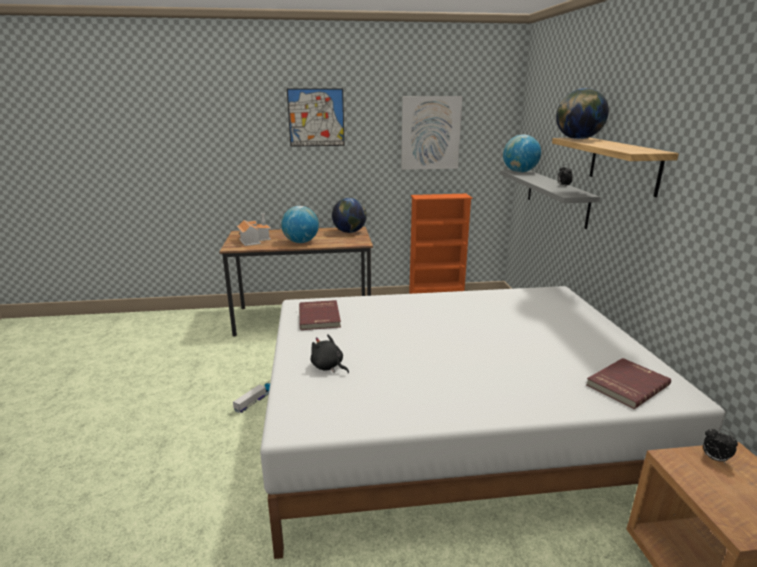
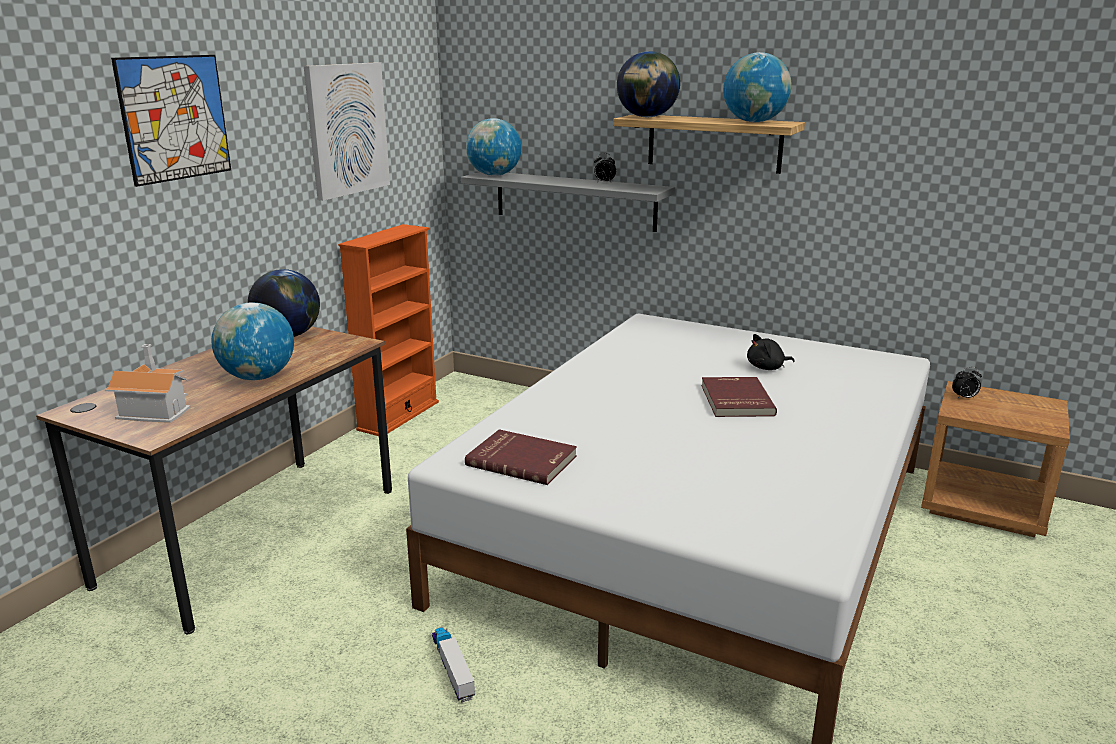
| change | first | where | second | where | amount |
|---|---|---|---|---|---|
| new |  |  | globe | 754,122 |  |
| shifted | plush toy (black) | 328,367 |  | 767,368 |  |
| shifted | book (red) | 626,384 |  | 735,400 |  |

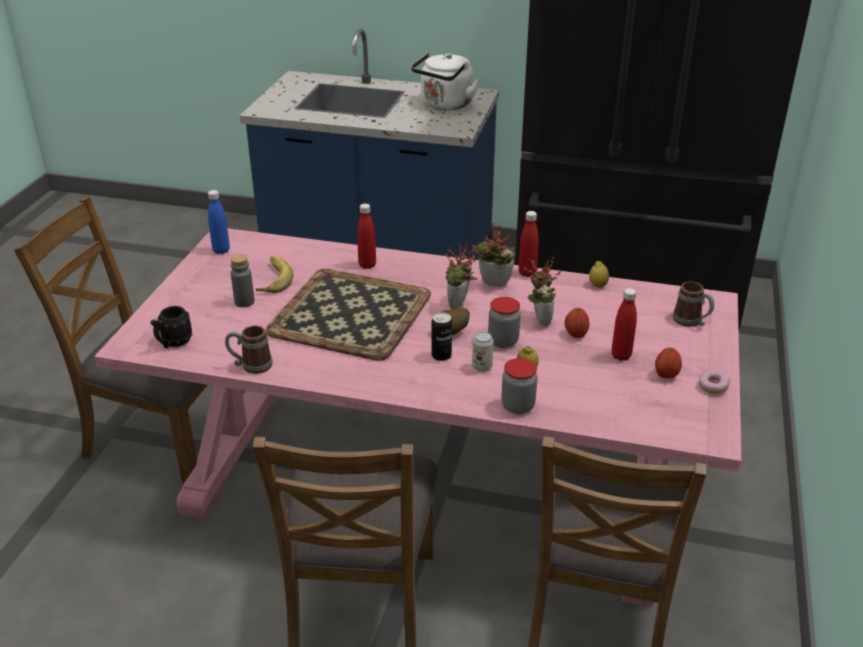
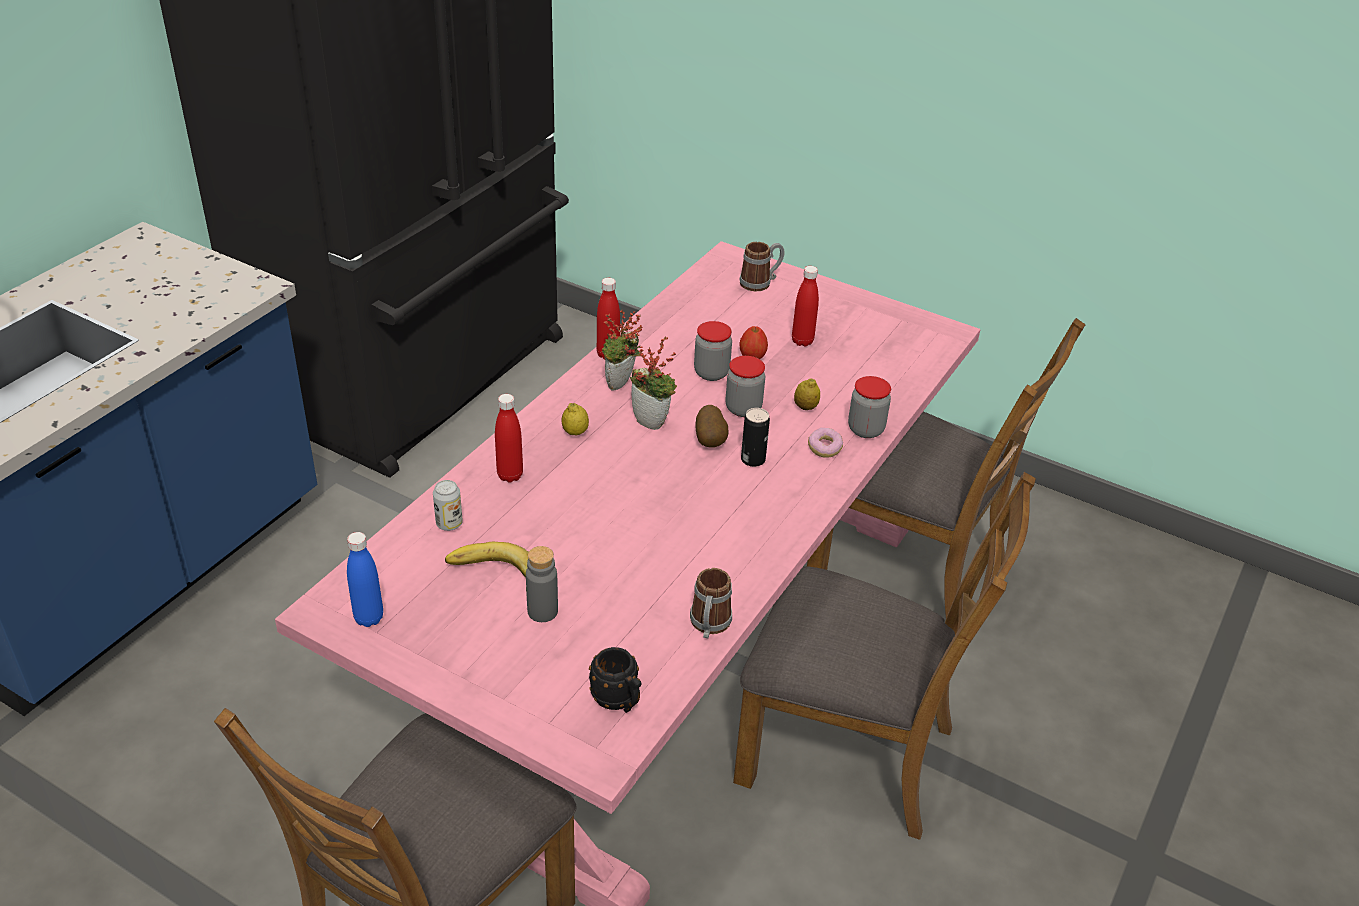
| change | first | where | second | where | amount |
|---|---|---|---|---|---|
| gone | tray | 349,314 |  |  |  |
| gone | kettle (white) | 445,105 |  |  |  |
| gone | apple | 666,375 |  |  |  |
| shifted | can | 482,367 |  | 449,524 |  |
| shifted | lemon | 598,285 |  | 575,432 |  |
| shifted | donut | 713,387 |  | 824,449 |  |
| swapped | potted plant | 539,319 | jar | 711,373 |  |

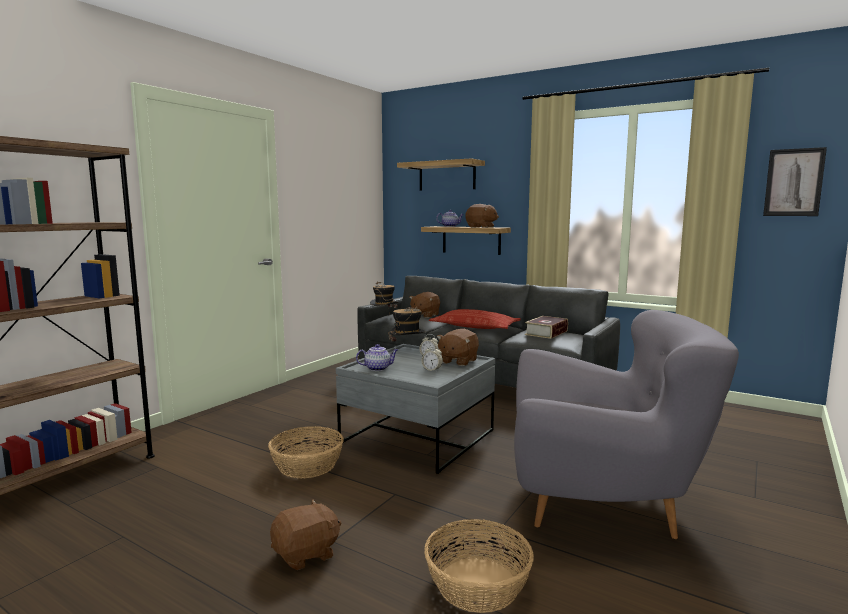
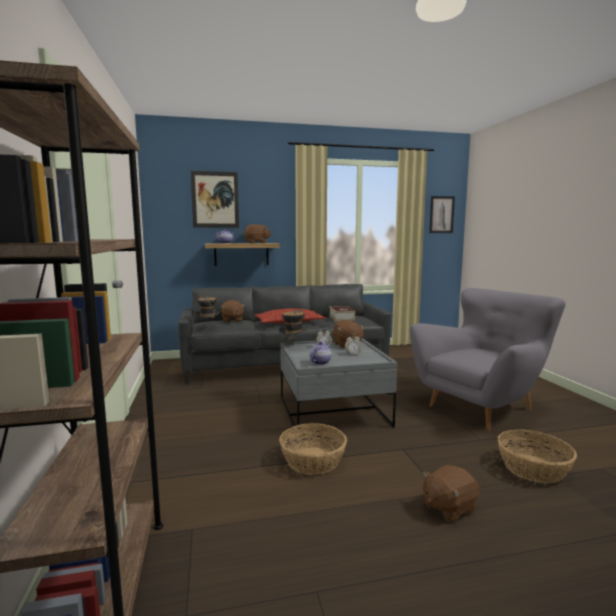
| change | first | where | second | where | amount |
|---|---|---|---|---|---|
| swapped | shelf | 447,176 | picture | 215,199 |  |
| rotated | plush toy (brown) | 306,554 |  | 448,508 | 135 degrees counterclockwise |

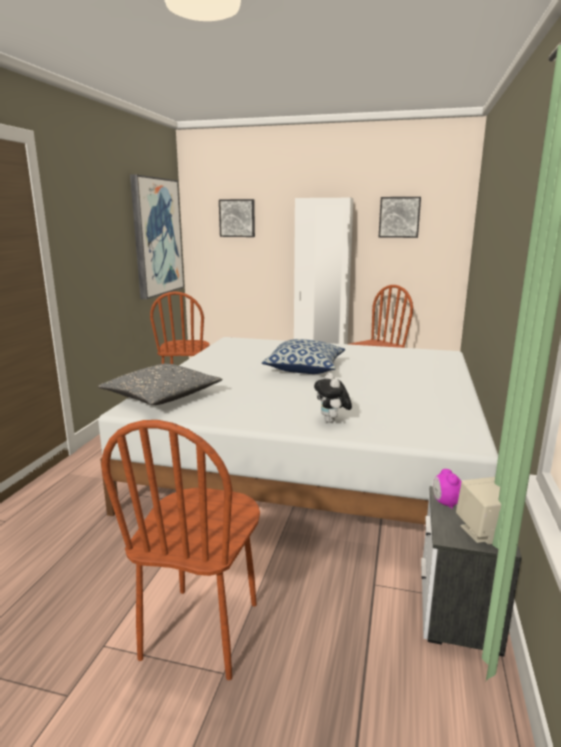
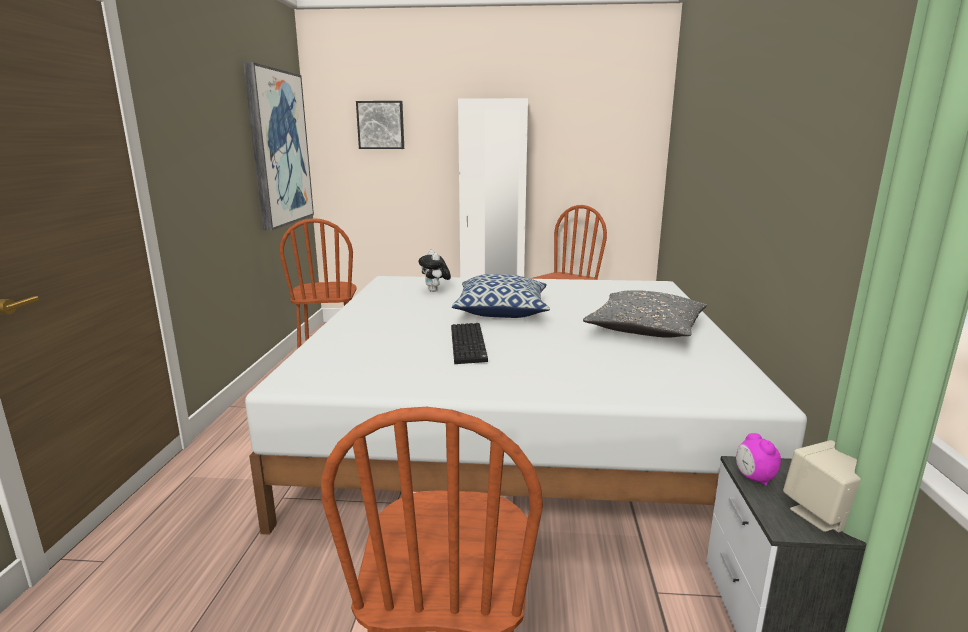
| change | first | where | second | where | amount |
|---|---|---|---|---|---|
| gone | picture | 399,217 |  |  |  |
| new |  |  | keyboard | 469,344 |  |
| shifted | pillow (grey) | 161,397 |  | 645,329 |  |
| shifted | plush toy | 332,421 |  | 435,291 |  |

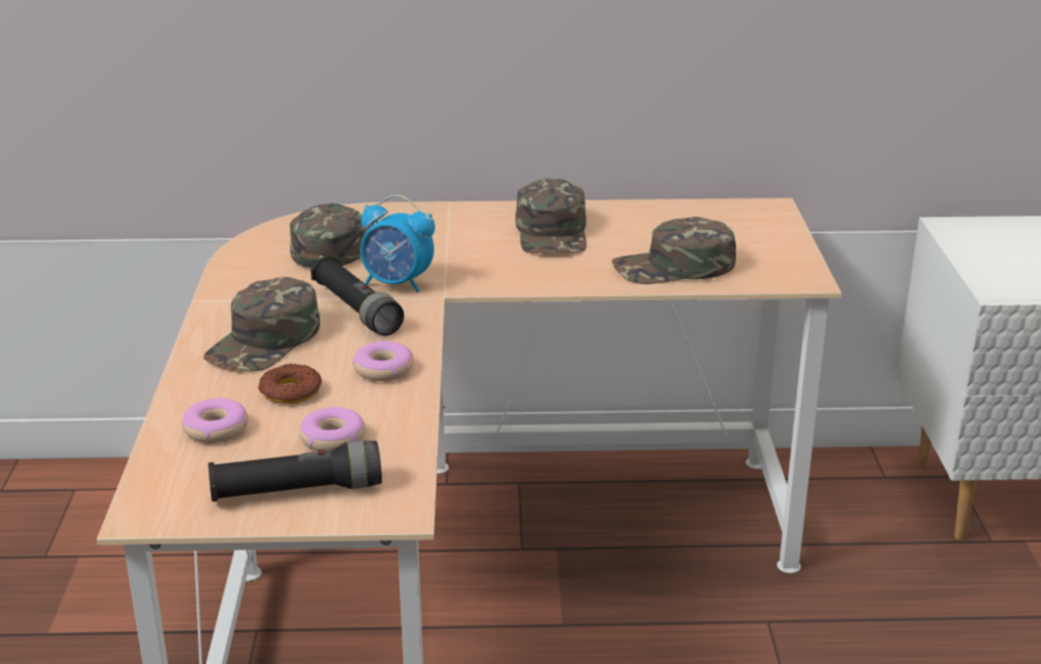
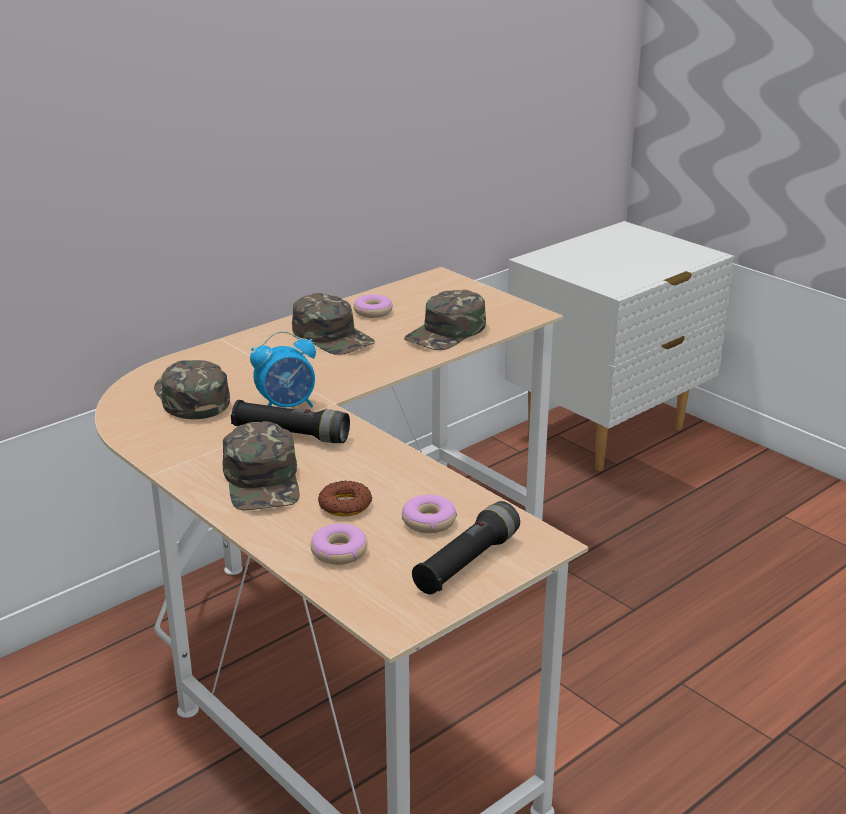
| change | first | where | second | where | amount |
|---|---|---|---|---|---|
| shifted | donut | 384,370 |  | 373,312 |  |

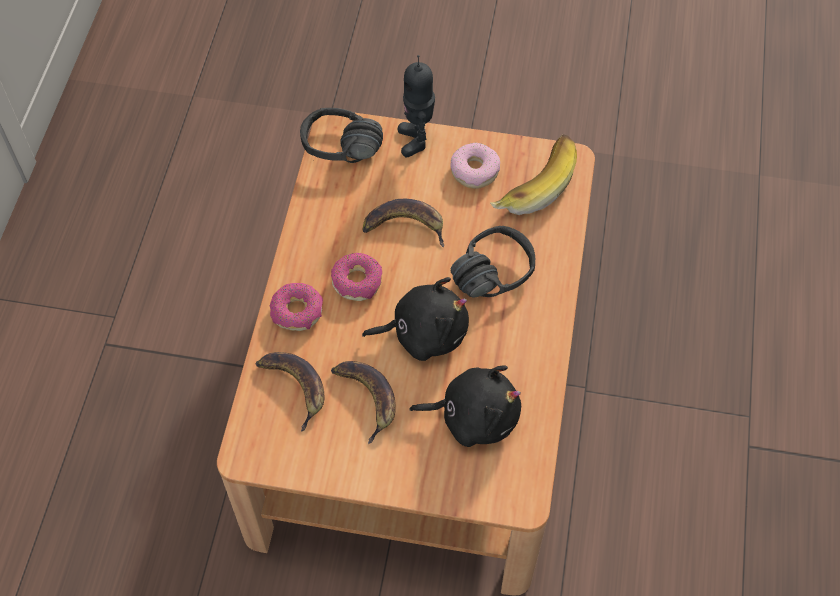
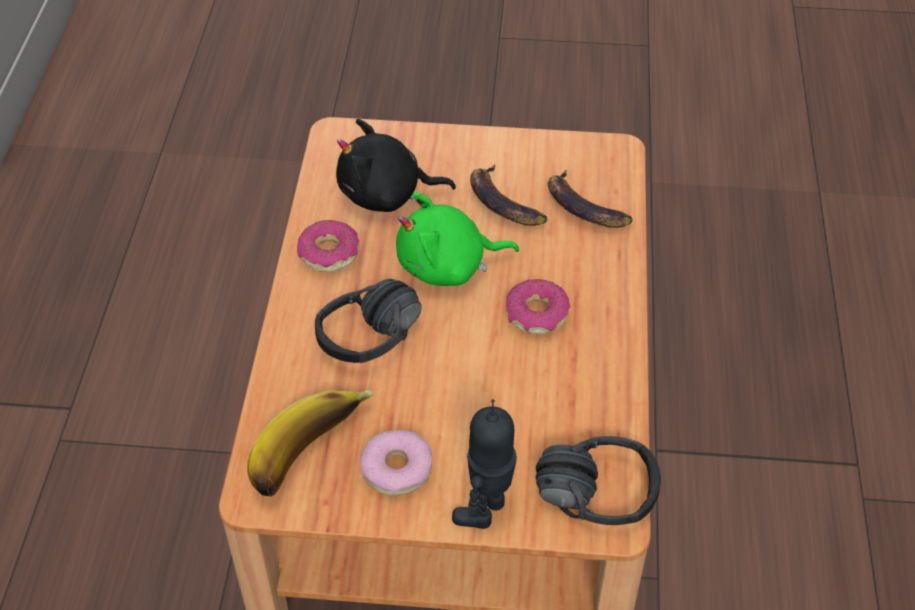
| change | first | where | second | where | amount |
|---|---|---|---|---|---|
| gone | banana | 405,225 |  |  |  |
| shifted | donut | 297,312 |  | 329,253 |  |
| repainted | plush toy (black) | 424,333 | plush toy (green) | 448,266 |  |
| rotated | toy robot | 416,140 |  | 486,510 | 135 degrees counterclockwise |

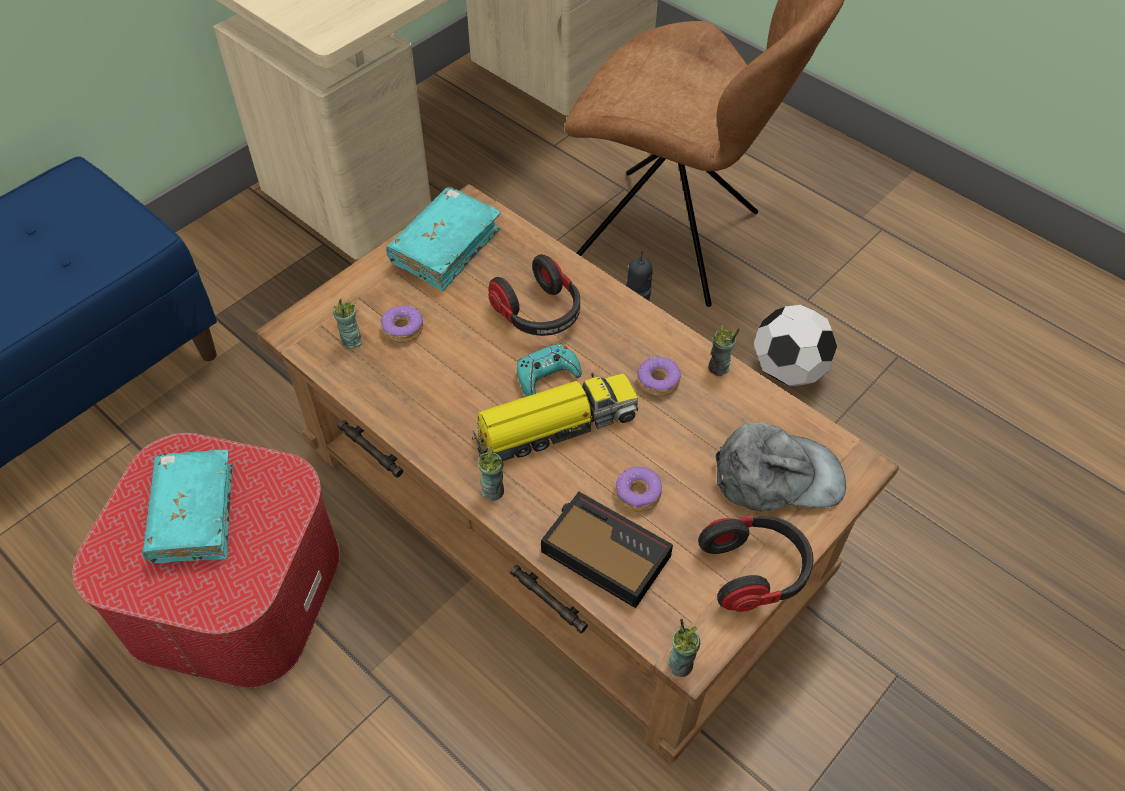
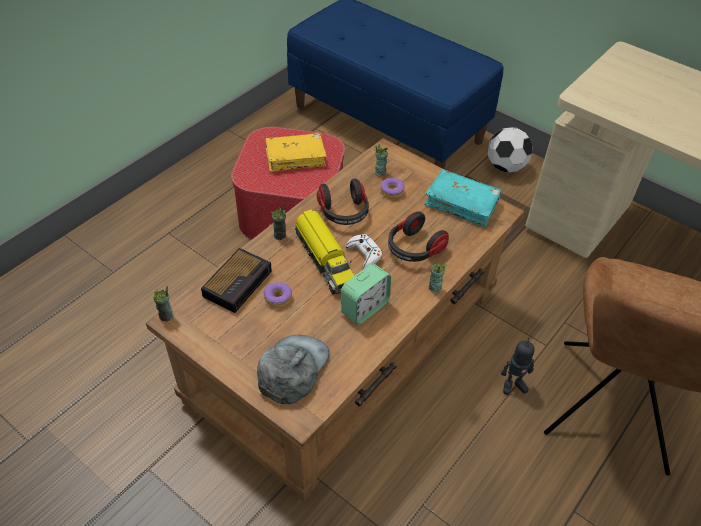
| change | first | where | second | where | amount |
|---|---|---|---|---|---|
| shifted | headphones | 755,571 |  | 344,213 |  |
| shifted | cup | 718,368 |  | 434,288 |  |
| shifted | football | 788,371 |  | 505,167 |  |
| swapped | donut | 657,381 | alarm clock | 364,308 |  |
| repainted | book (turquoise) | 194,514 | book (yellow) | 295,158 |  |
| repainted | game controller (turquoise) | 547,375 | game controller (white) | 364,254 |  |
| rotated | cap (grey) | 778,475 |  | 292,369 | 150 degrees counterclockwise |

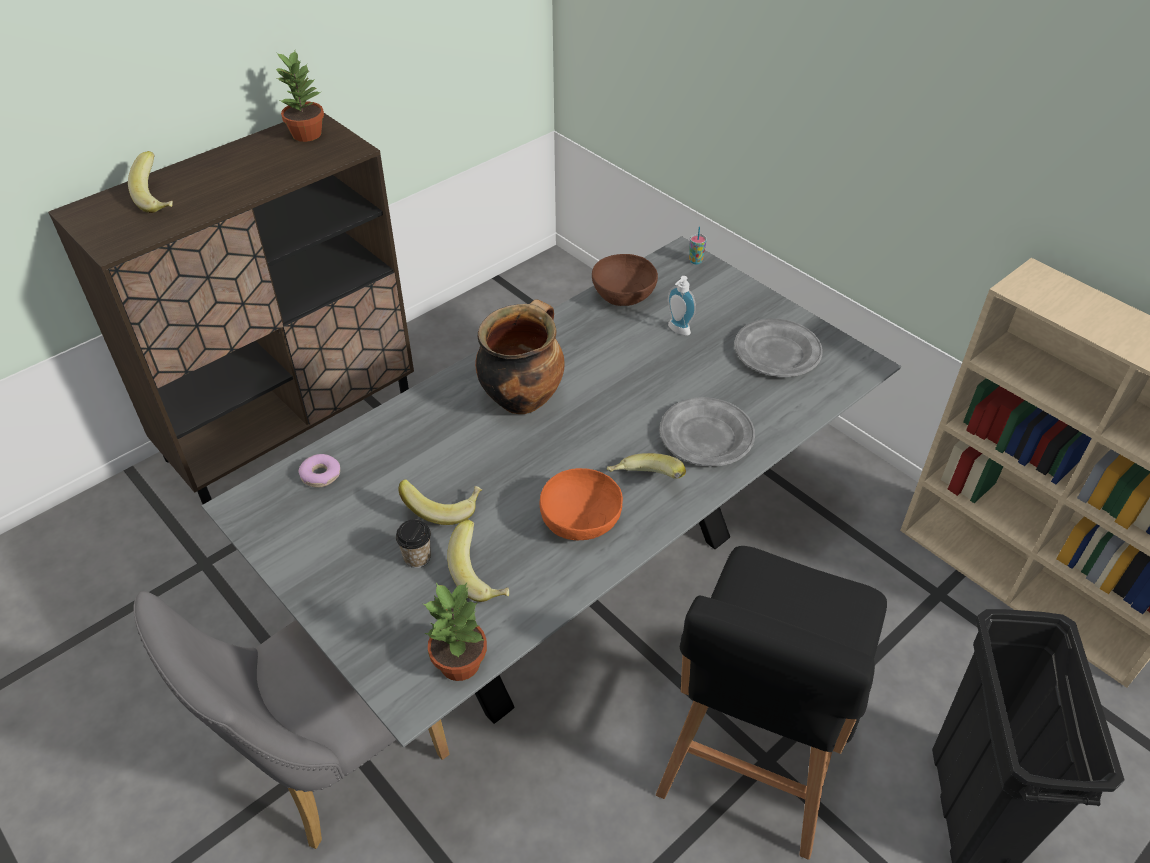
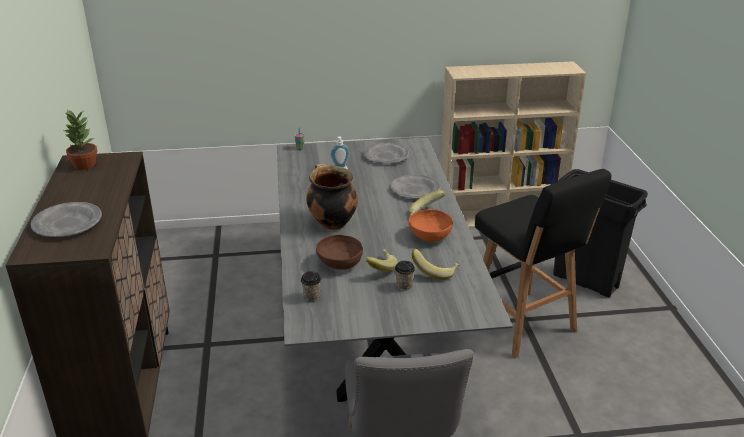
| change | first | where | second | where | amount |
|---|---|---|---|---|---|
| gone | potted plant | 460,662 |  |  |  |
| shifted | bowl (brown) | 623,295 |  | 339,263 |  |
| swapped | banana | 160,199 | plate (grey) | 68,223 |  |
| swapped | donut | 321,475 | cup | 311,297 |  |

